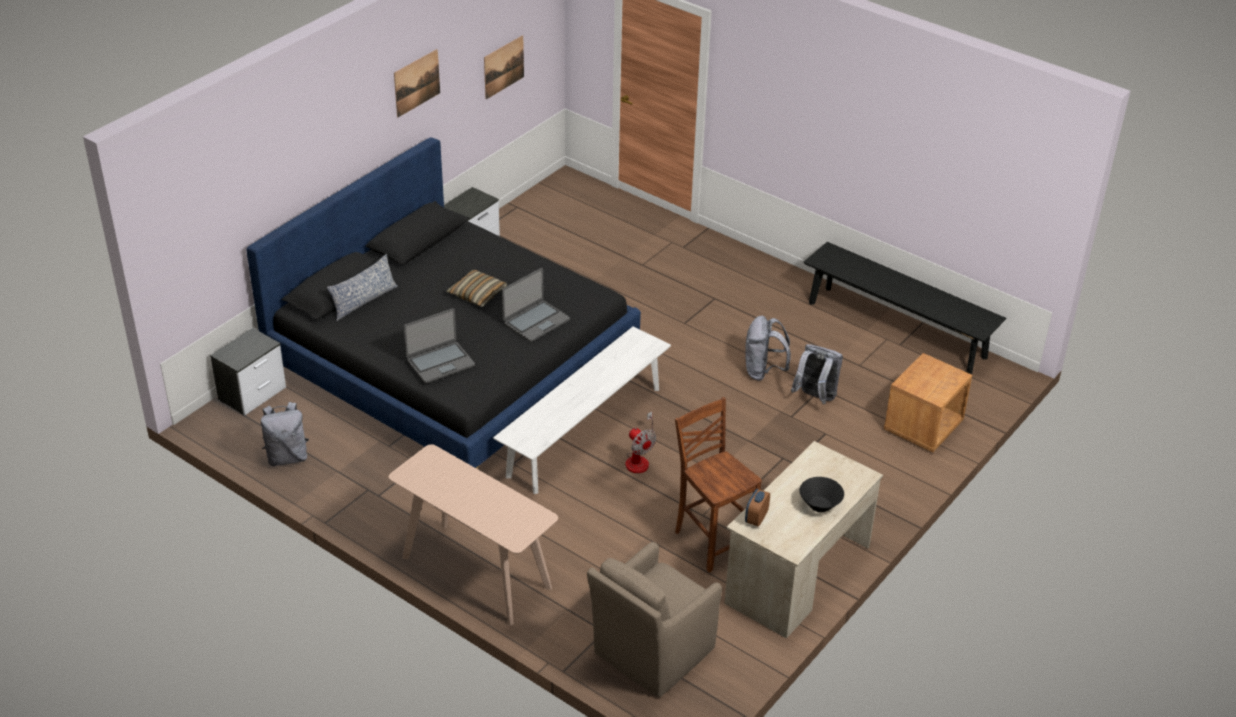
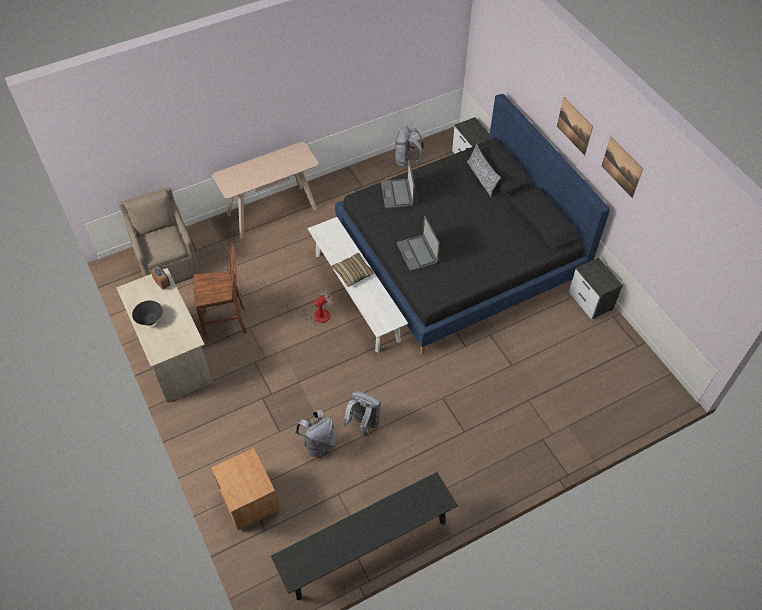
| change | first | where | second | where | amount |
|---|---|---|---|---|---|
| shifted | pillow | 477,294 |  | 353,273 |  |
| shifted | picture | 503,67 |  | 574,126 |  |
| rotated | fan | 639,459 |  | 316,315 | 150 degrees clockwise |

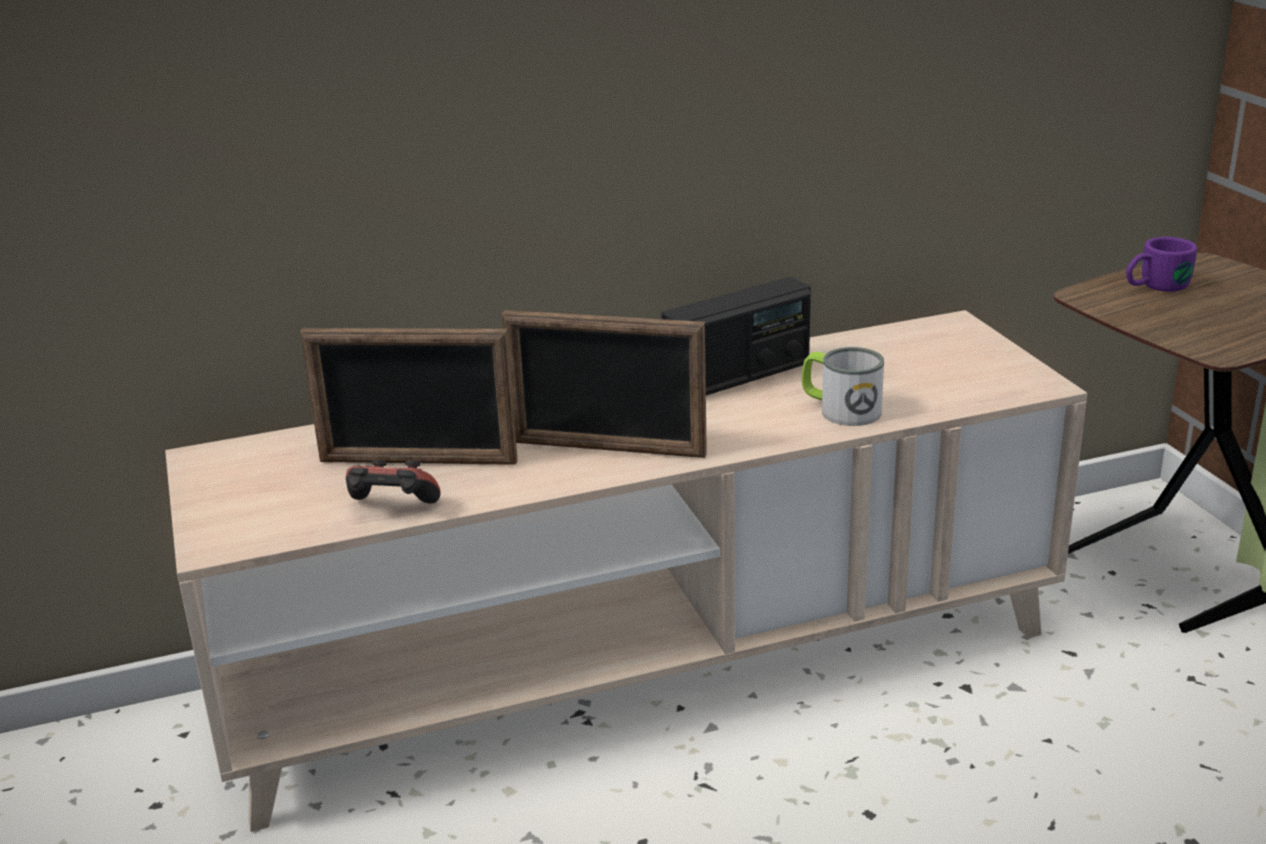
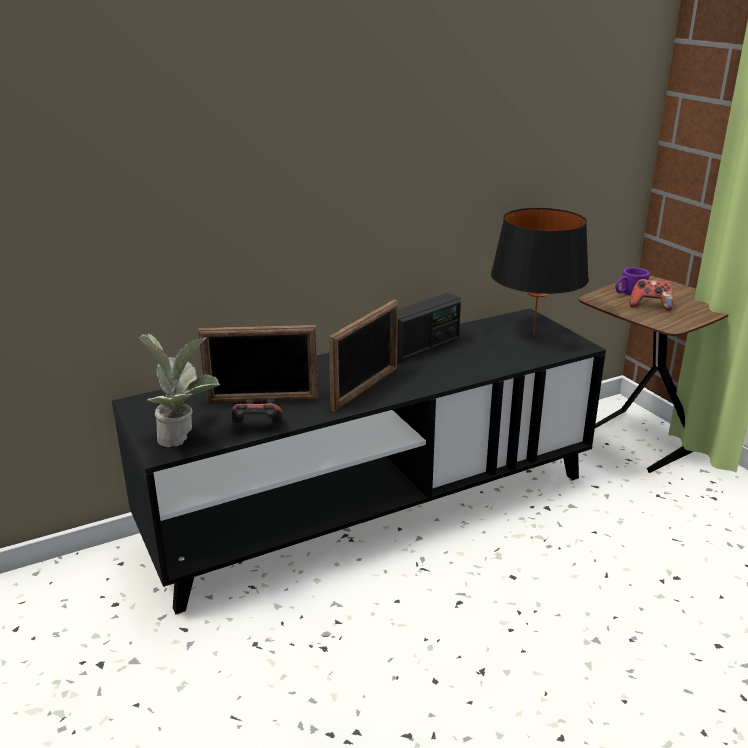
| change | first | where | second | where | amount |
|---|---|---|---|---|---|
| gone | mug | 840,409 |  |  |  |
| new |  |  | potted plant | 184,437 |  |
| new |  |  | table lamp (black) | 533,334 |  |
| new |  |  | game controller | 650,306 |  |
| repainted | tv stand (beige) | 642,667 | tv stand (black) | 374,508 |  |
| rotated | picture frame | 607,448 |  | 365,389 | 60 degrees counterclockwise |

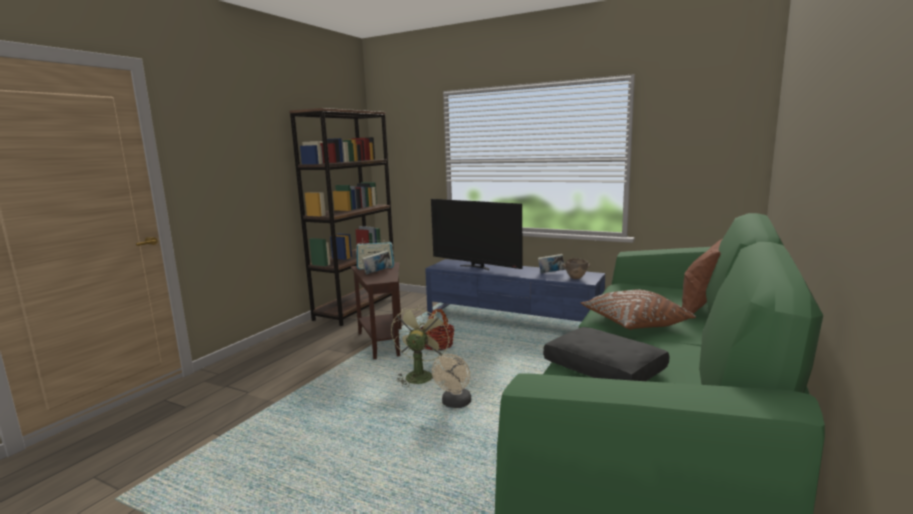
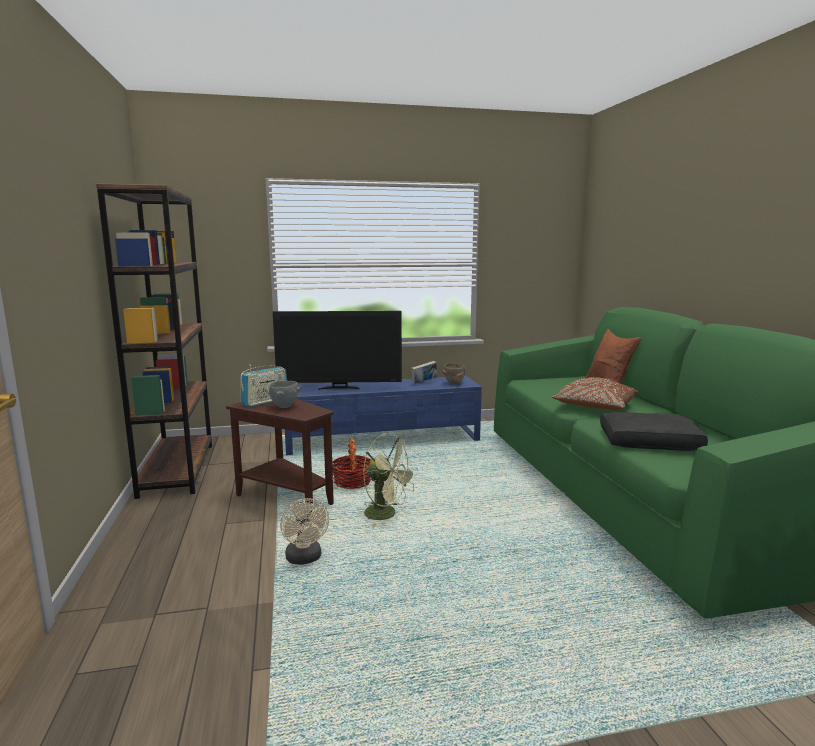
| change | first | where | second | where | amount |
|---|---|---|---|---|---|
| shifted | fan (beige) | 455,404 |  | 305,559 |  |
| swapped | book | 377,273 | bowl (grey) | 284,407 |  |
| rotated | fan (green) | 419,375 |  | 387,514 | 150 degrees clockwise |

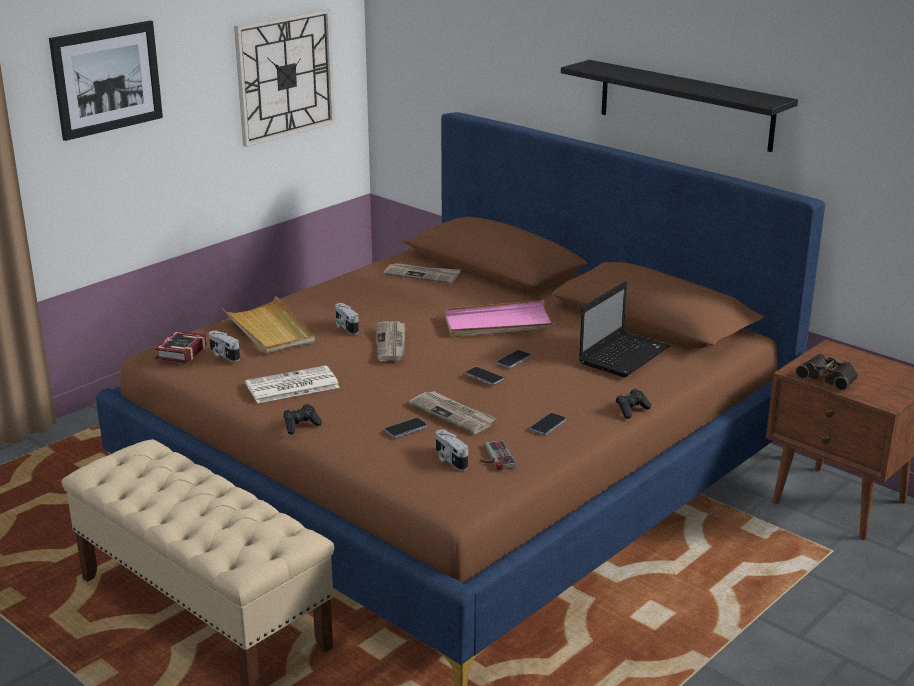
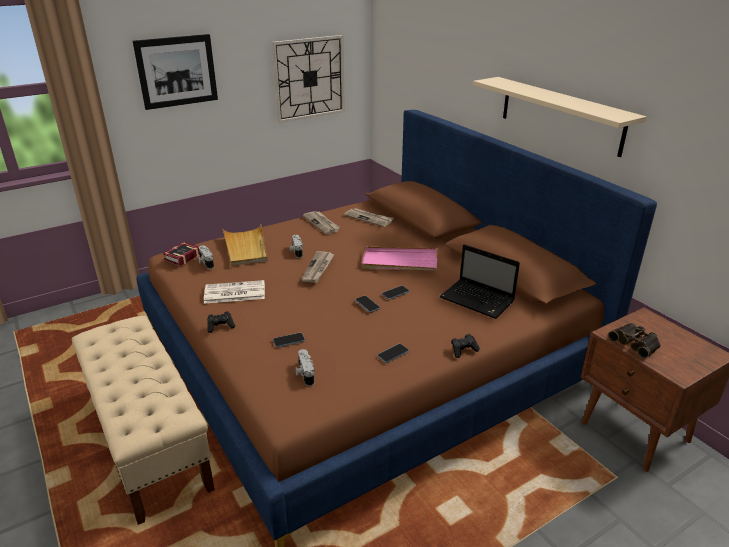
| change | first | where | second | where | amount |
|---|---|---|---|---|---|
| gone | game controller | 494,457 |  |  |  |
| shifted | newspaper | 453,414 |  | 322,223 |  |
| repainted | shelf (black) | 685,105 | shelf (beige) | 560,115 |  |
| rotated | laptop | 624,355 |  | 478,300 | 75 degrees clockwise |

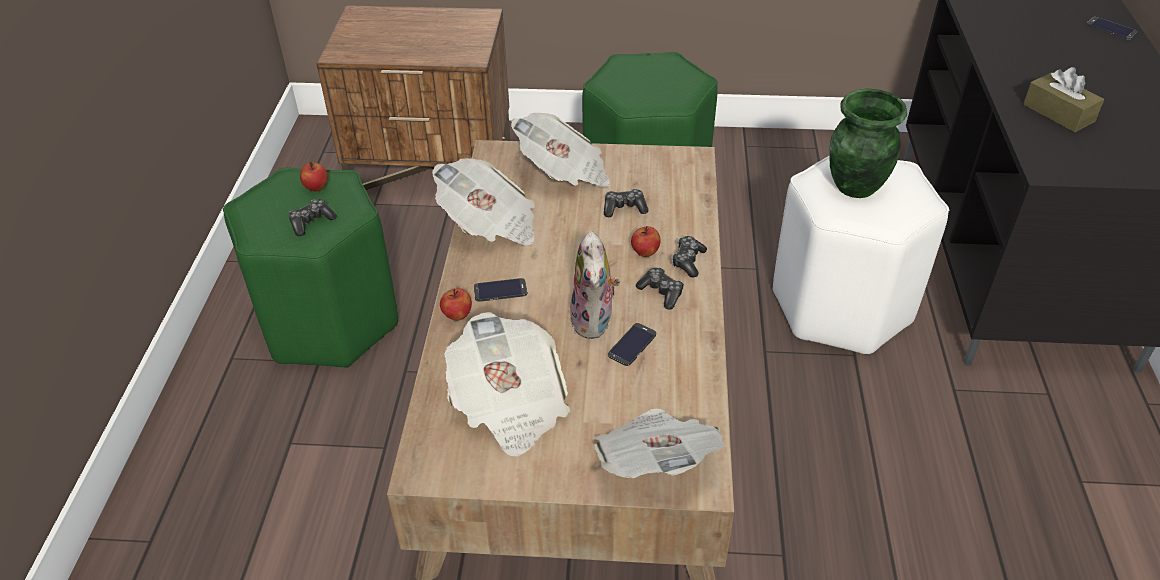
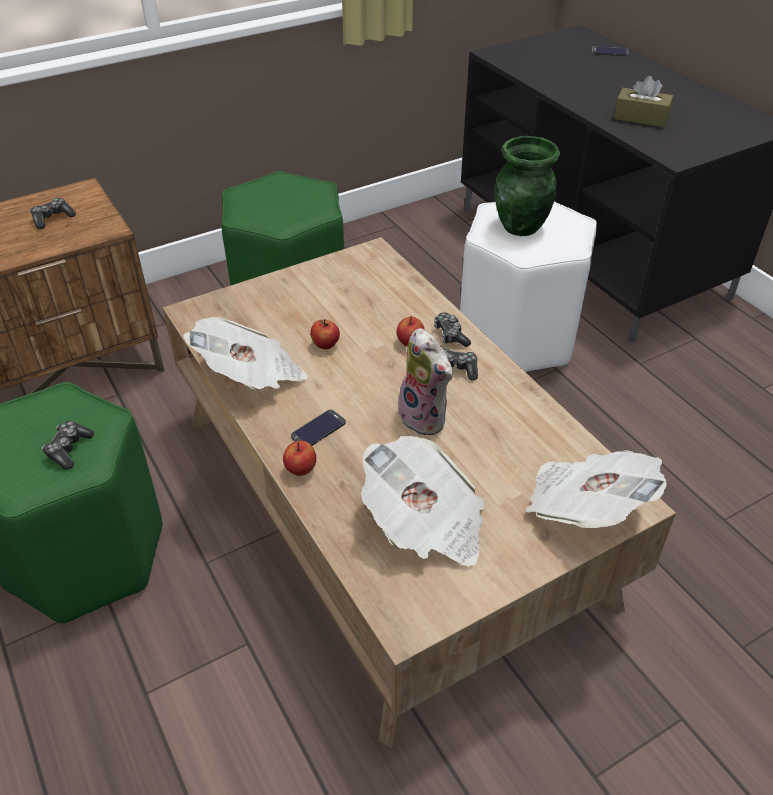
| change | first | where | second | where | amount |
|---|---|---|---|---|---|
| gone | newspaper | 564,173 |  |  |  |
| gone | phone | 632,345 |  |  |  |
| shifted | apple | 316,187 |  | 325,345 |  |
| shifted | game controller | 624,208 |  | 52,218 |  |

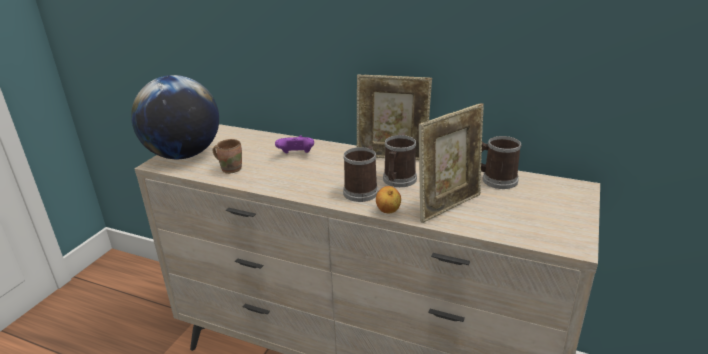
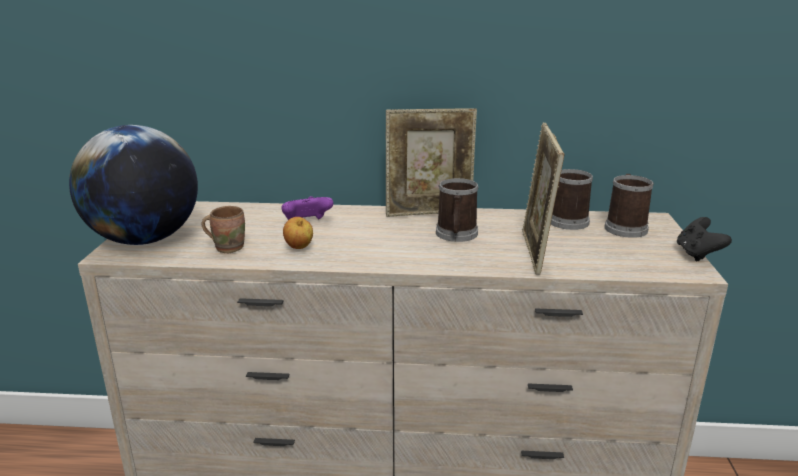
| change | first | where | second | where | amount |
|---|---|---|---|---|---|
| new |  |  | game controller (black) | 697,254 |  |
| shifted | mug | 362,190 |  | 625,227 |  |
| shifted | apple | 388,212 |  | 299,248 |  |
| rotated | picture frame | 449,206 |  | 535,252 | 150 degrees clockwise |

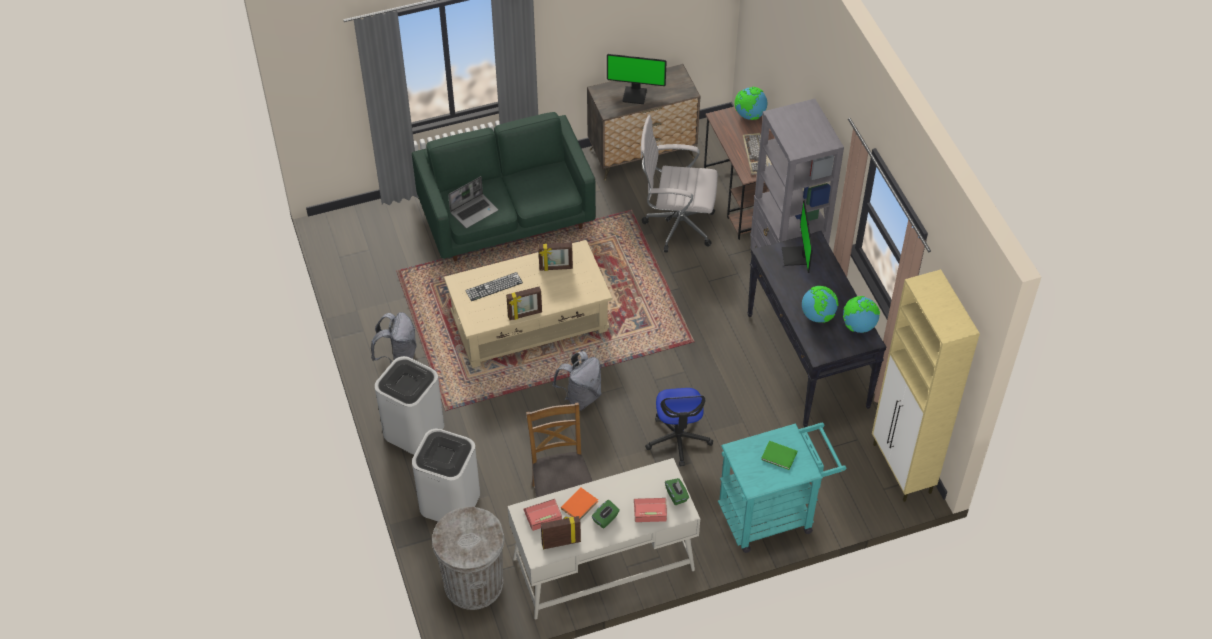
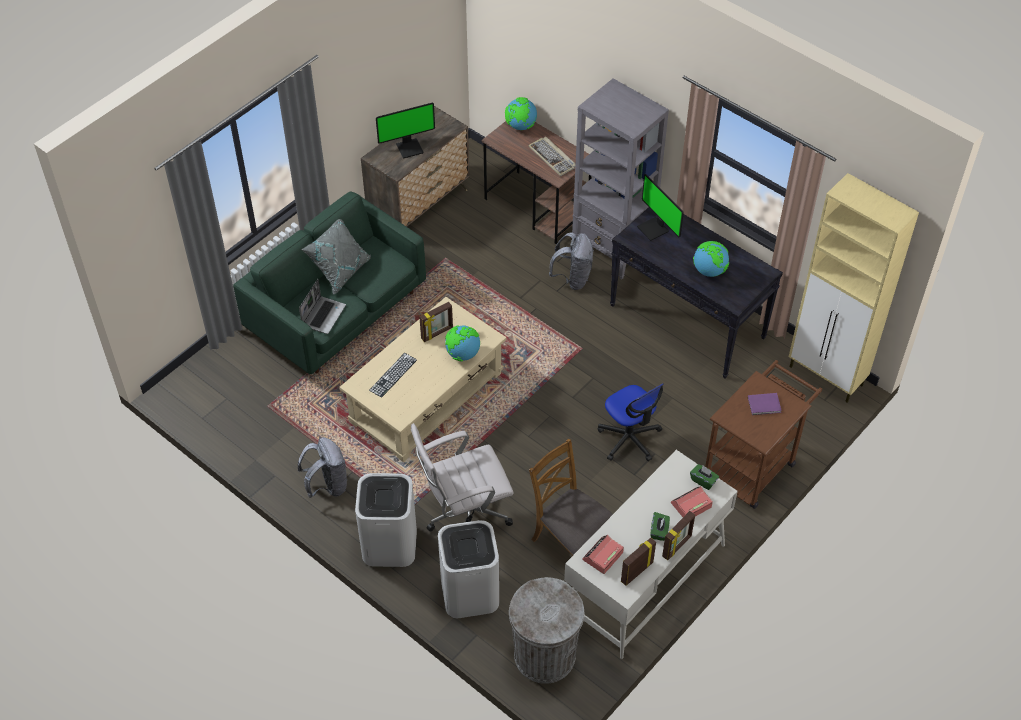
| change | first | where | second | where | amount |
|---|---|---|---|---|---|
| gone | book (orange) | 580,505 |  |  |  |
| new |  |  | pillow (grey) | 340,270 |  |
| shifted | picture frame | 525,315 |  | 677,546 |  |
| shifted | backpack (grey) | 580,397 |  | 572,278 |  |
| shifted | office chair (white) | 676,225 |  | 464,517 |  |
| shifted | globe | 858,326 |  | 462,354 |  |
| repainted | cart (turquoise) | 773,514 | cart (brown) | 754,464 |  |
| repainted | book (green) | 779,457 | book (purple) | 765,405 |  |

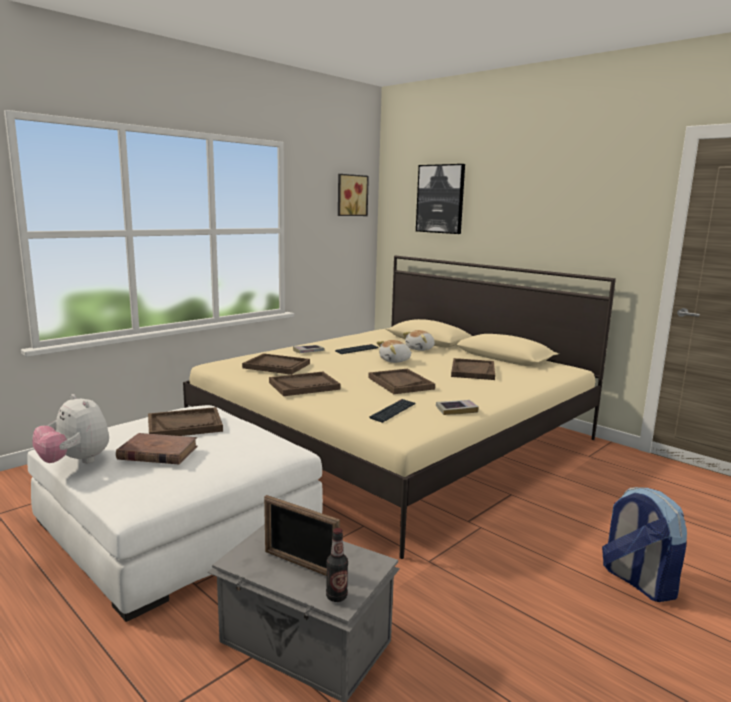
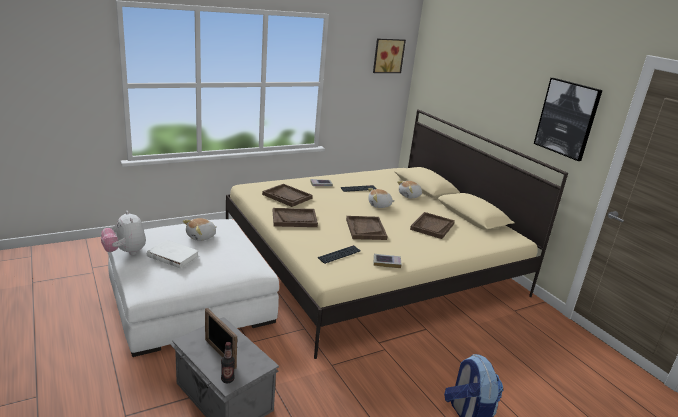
| change | first | where | second | where | amount |
|---|---|---|---|---|---|
| shifted | picture | 440,199 |  | 567,118 |  |
| swapped | tray (brown) | 185,425 | plush toy | 201,237 |  |
| repainted | book (brown) | 157,453 | book (white) | 173,256 |  |

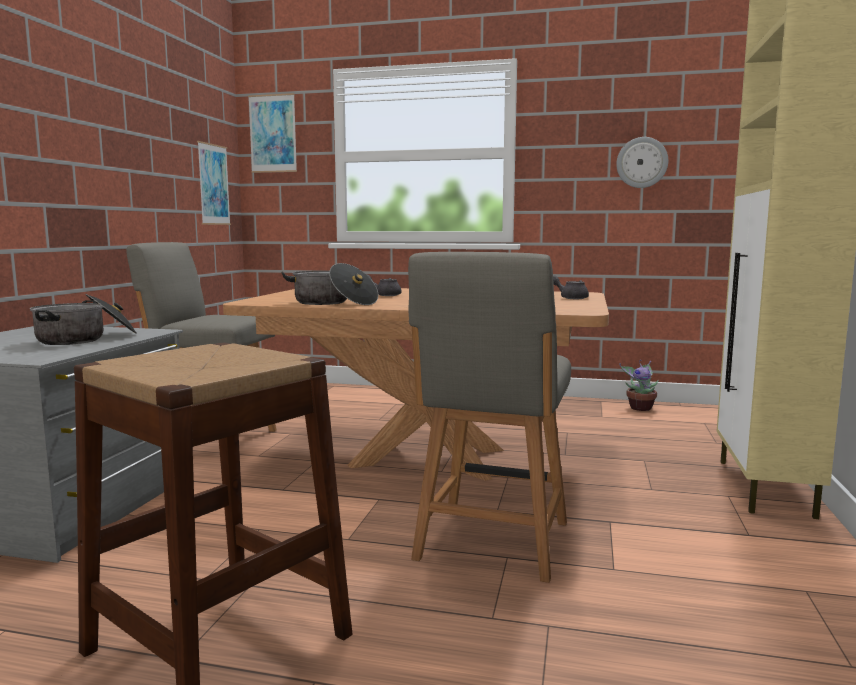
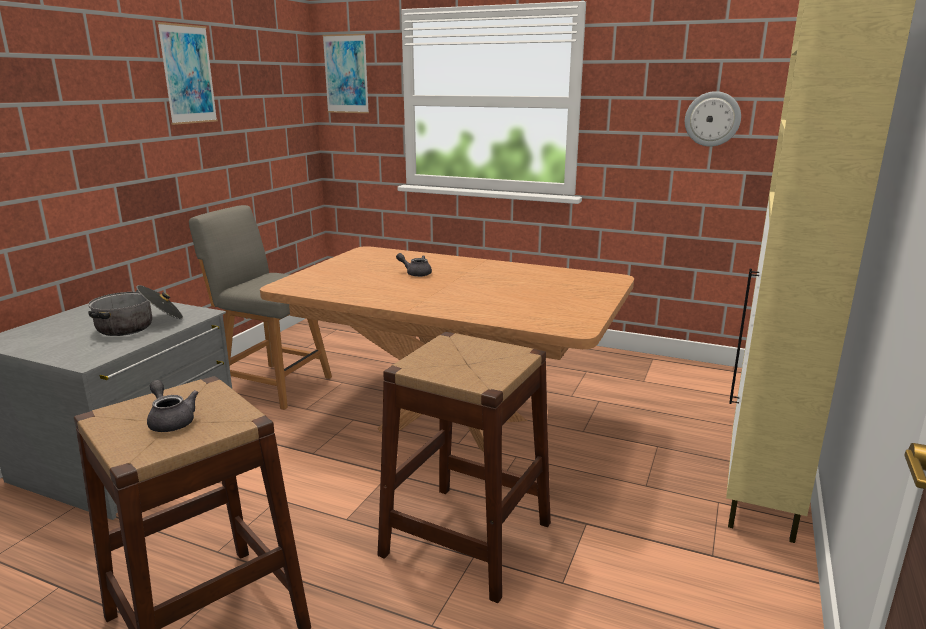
| change | first | where | second | where | amount |
|---|---|---|---|---|---|
| gone | cooking pot | 333,303 |  |  |  |
| gone | potted plant | 640,408 |  |  |  |
| shifted | picture | 213,184 |  | 188,74 |  |
| shifted | teapot (grey) | 570,298 |  | 171,421 |  |
| swapped | chair (grey) | 491,543 | stool (brown) | 466,538 |  |

